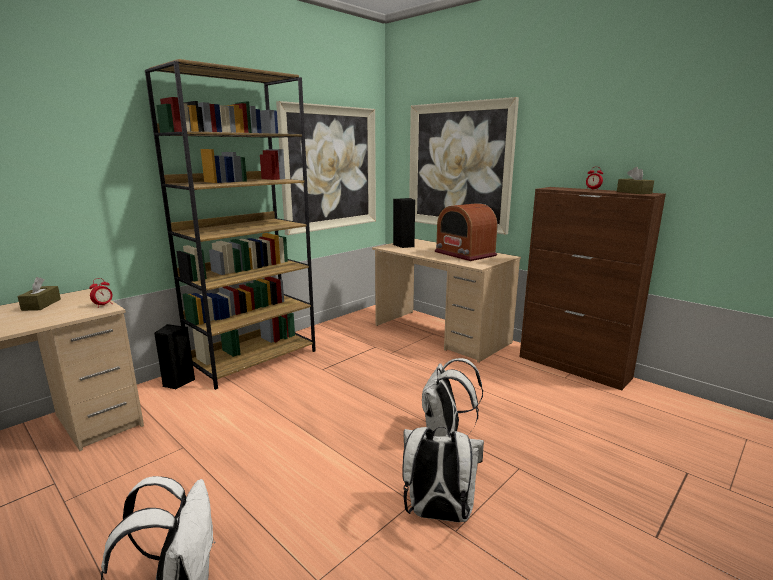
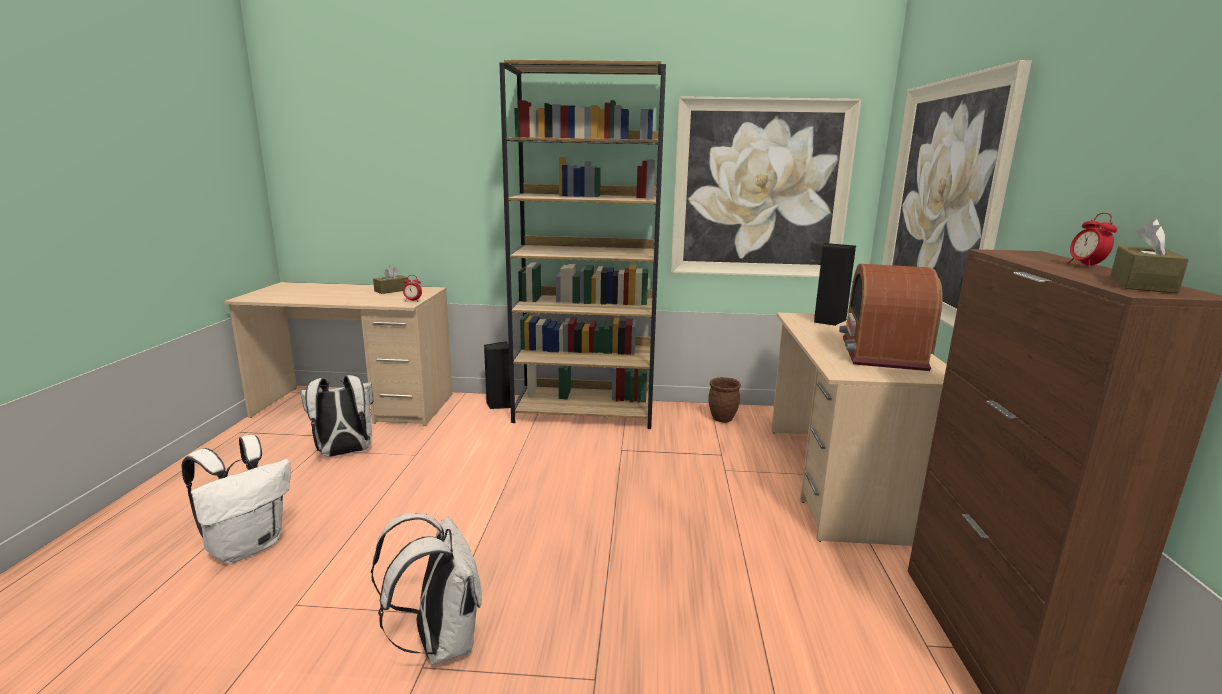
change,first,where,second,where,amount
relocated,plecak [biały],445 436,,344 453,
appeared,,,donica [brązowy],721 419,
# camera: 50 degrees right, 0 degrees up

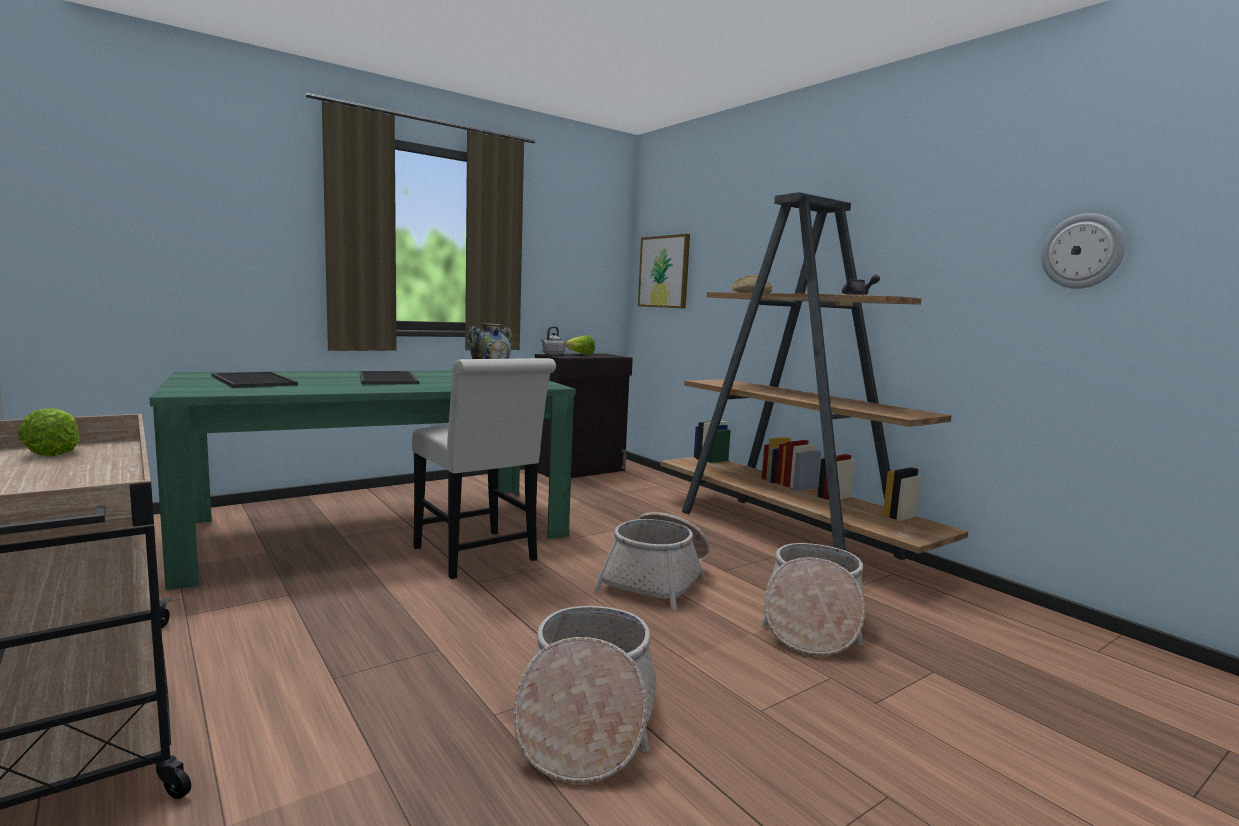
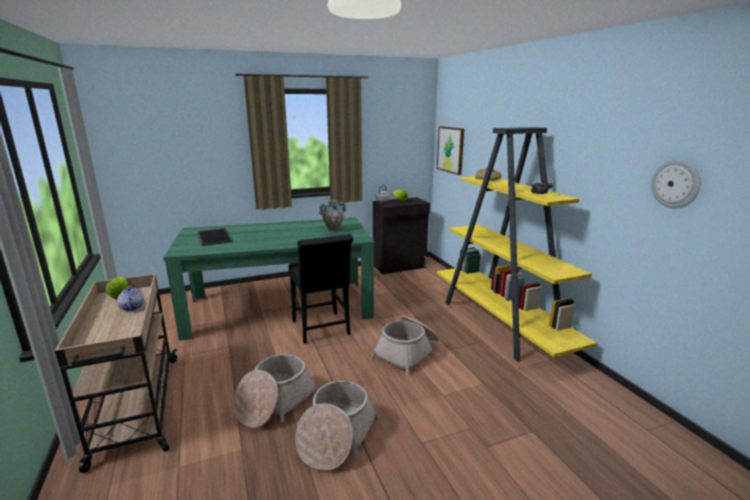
change,first,where,second,where,amount
colour,regał [brązowy],788 535,regał [żółty],501 325,
colour,krzesło [biały],479 557,krzesło [czarny],322 330,
missing,taca,389 379,,,
relocated,koszyk,811 623,,275 403,
appeared,,,imbryk,131 308,
# camera: 15 degrees right, 10 degrees up

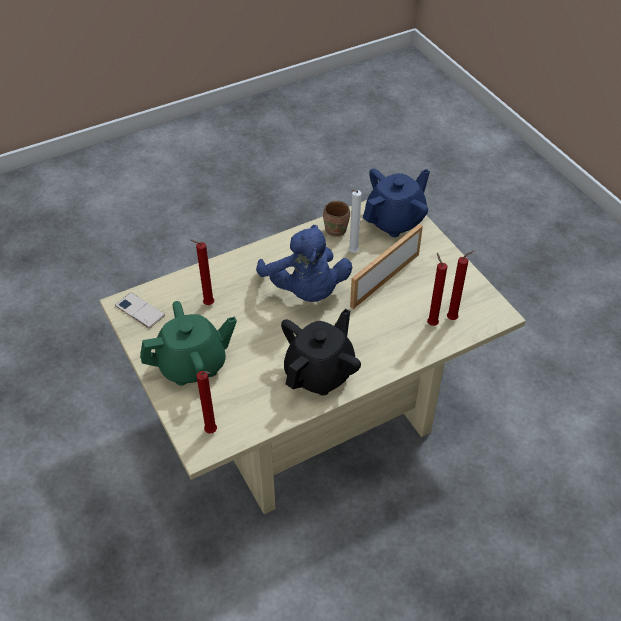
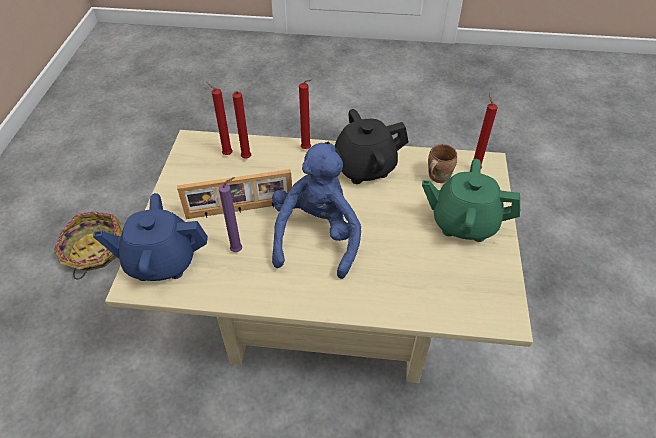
change,first,where,second,where,amount
colour,świeca [biały],352 253,świeca [fioletowy],238 250,
relocated,kubek [brązowy],337 229,,437 176,
relocated,świeca [czerwony],207 304,,307 149,
missing,telefon,140 310,,,
appeared,,,koszyk,94 251,
# camera: 145 degrees left, 0 degrees up

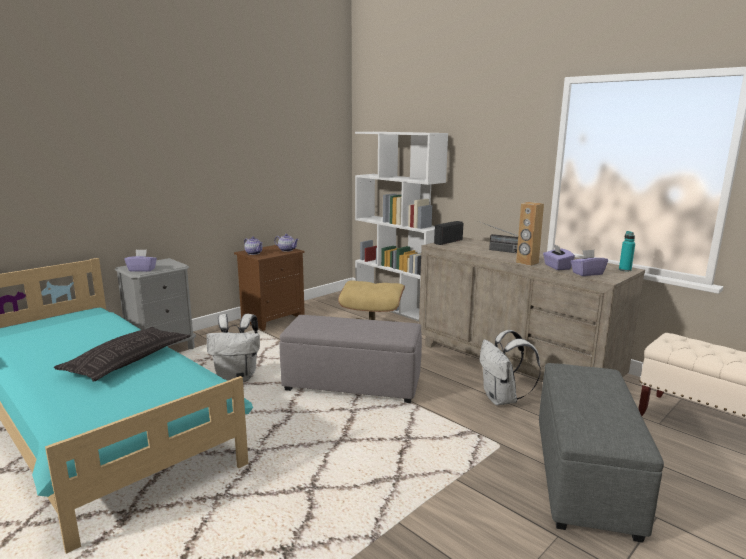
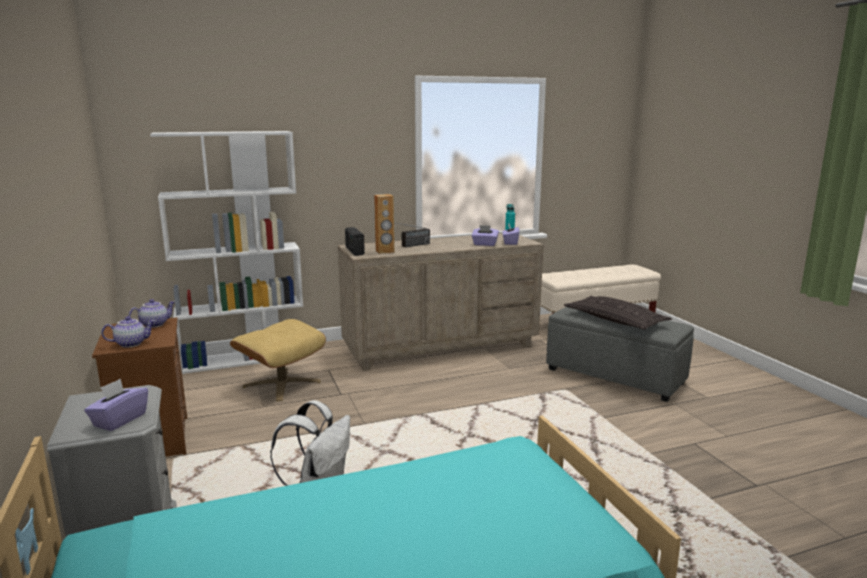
change,first,where,second,where,amount
relocated,głośnik [brązowy],527 263,,385 251,
missing,pufa [szary],351 385,,,
relocated,poduszka,128 360,,614 319,
missing,plecak [biały],502 399,,,
# camera: 65 degrees left, 0 degrees up

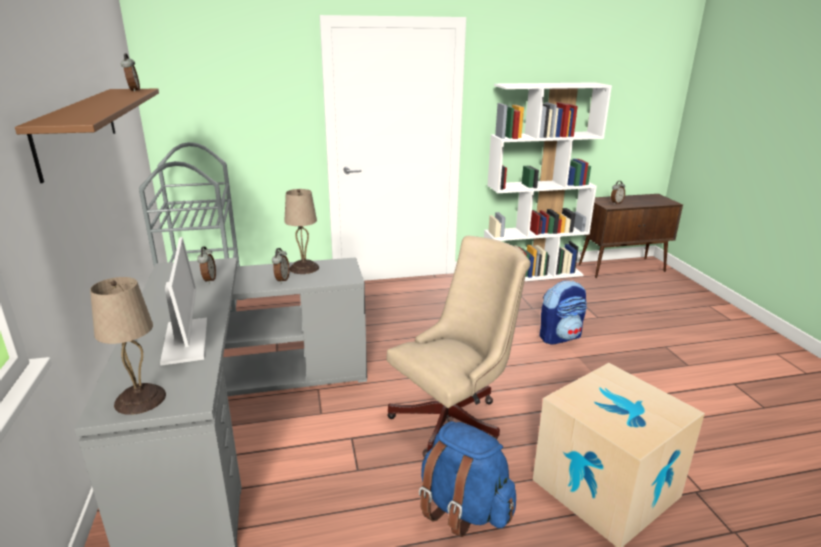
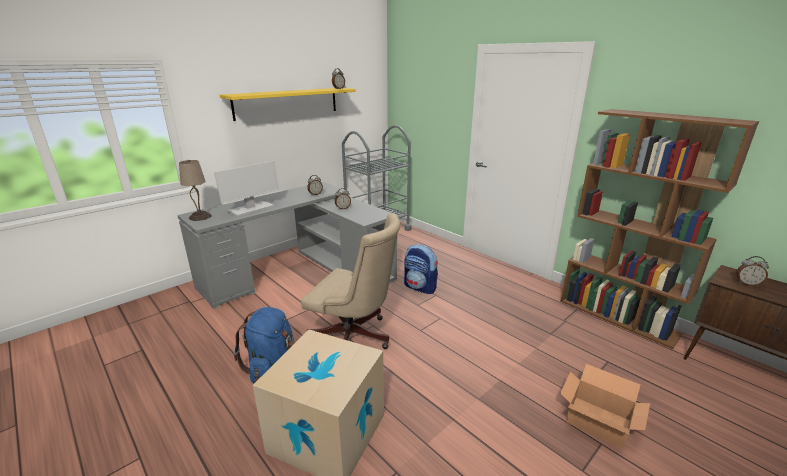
change,first,where,second,where,amount
colour,regał [biały],532 274,regał [brązowy],618 317,
colour,półka [brązowy],78 129,półka [żółty],287 103,
missing,lampa stołowa [beżowy],304 268,,,
relocated,plecak,560 337,,420 287,
appeared,,,karton,598 422,
# camera: 60 degrees right, 0 degrees up

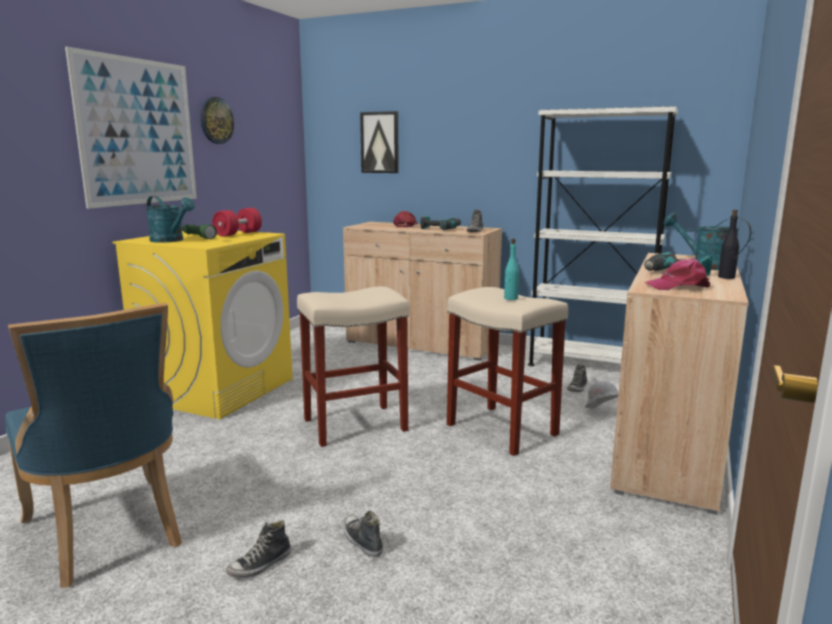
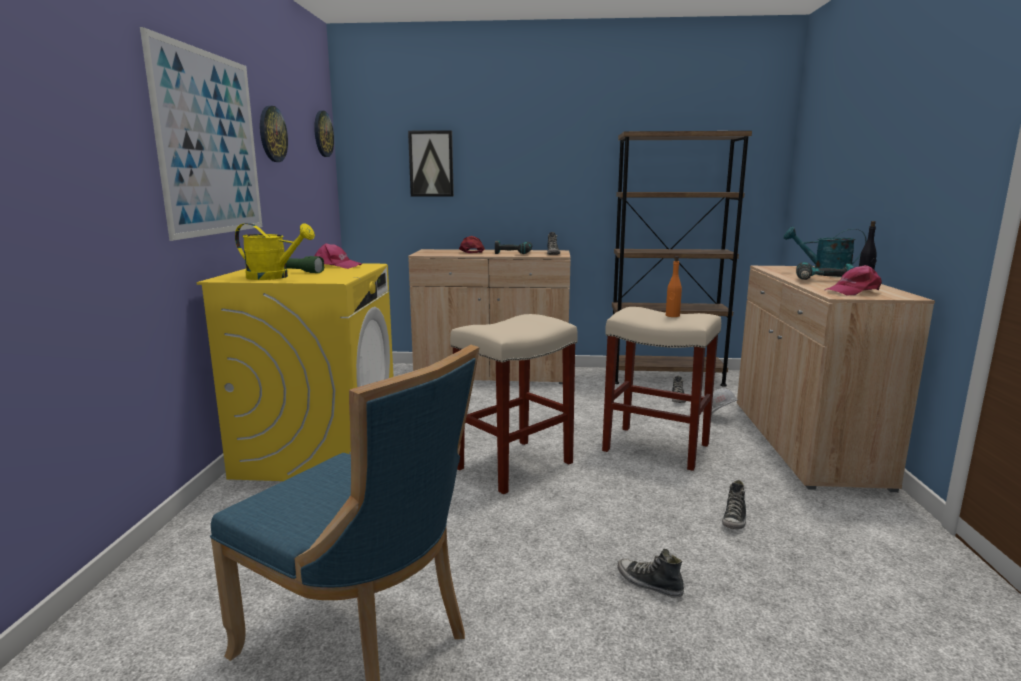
change,first,where,second,where,amount
colour,regał [biały],589 365,regał [brązowy],665 377,
colour,konewka [turkusowy],171 240,konewka [żółty],274 277,
exchanged,hantel [czerwony],238 234,czapka z daszkiem [różowy],336 266,
colour,butelka [turkusowy],510 298,butelka [pomarańczowy],672 316,
relocated,but,260 565,,734 519,
appeared,,,zegar ścienny,322 134,
# camera: 20 degrees left, 0 degrees up

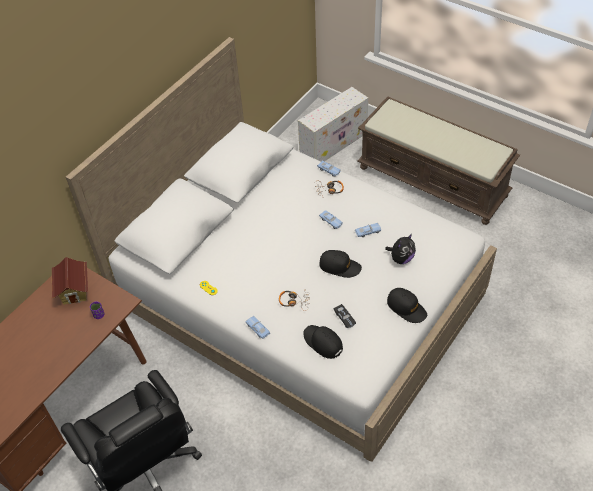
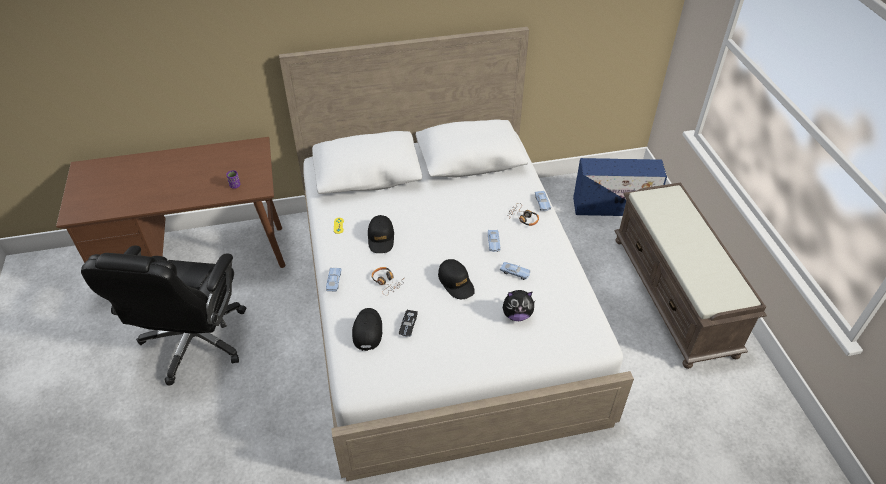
change,first,where,second,where,amount
colour,pojemnik do przechowywania [biały],334 143,pojemnik do przechowywania [niebieski],615 207,
missing,domek,75 291,,,
relocated,czapka z daszkiem [czarny],406 308,,381 238,
# camera: 40 degrees right, 5 degrees down

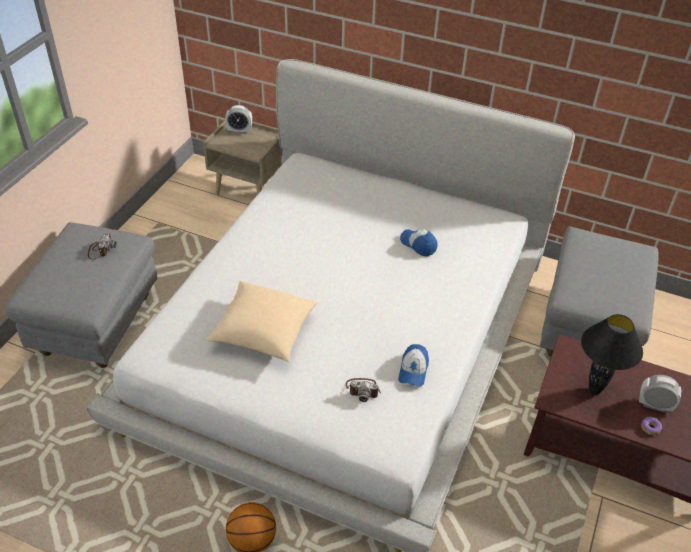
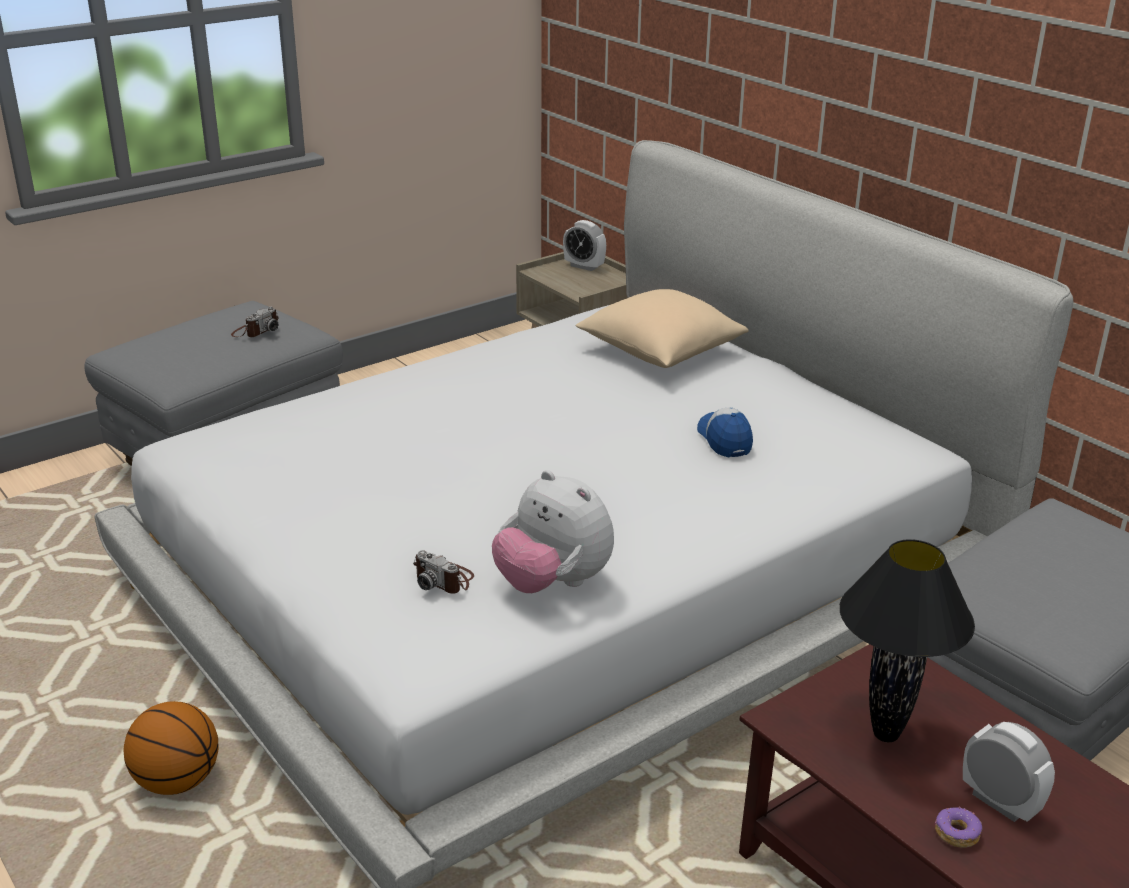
change,first,where,second,where,amount
relocated,poduszka [beżowy],263 333,,660 352,
exchanged,czapka z daszkiem,413 370,pluszak,553 583,
# camera: 30 degrees right, 15 degrees down

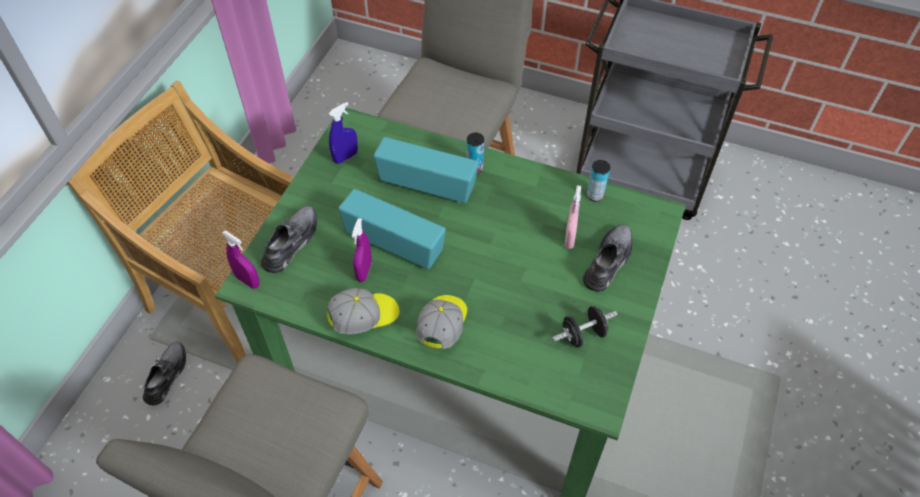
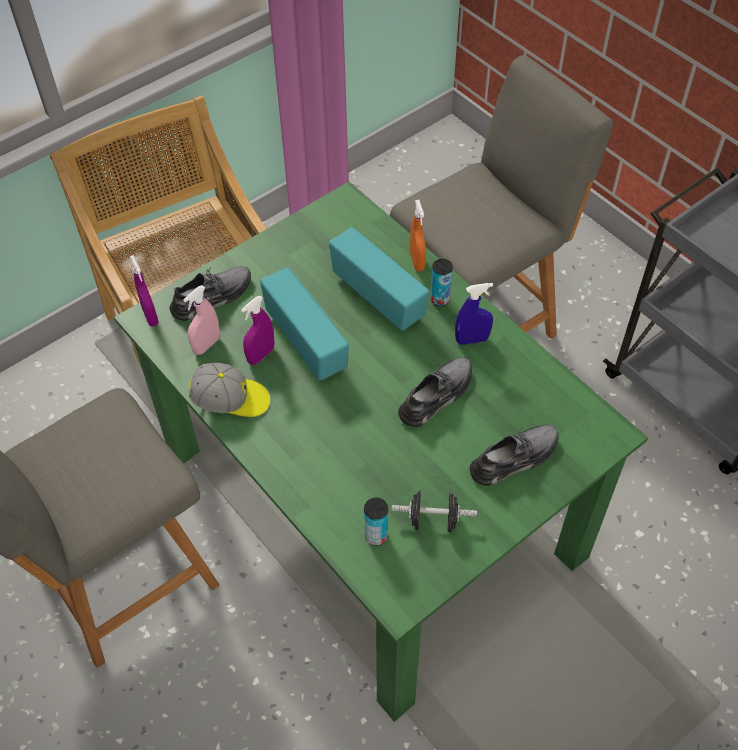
change,first,where,second,where,amount
relocated,spryskiwacz [niebieski],345 157,,472 340,
relocated,puszka,595 195,,376 536,
relocated,spryskiwacz [różowy],569 239,,206 345,
missing,czapka z daszkiem,443 325,,,
relocated,but [szary],167 375,,437 395,
appeared,,,spryskiwacz [pomarańczowy],417 261,
# camera: 30 degrees right, 0 degrees up

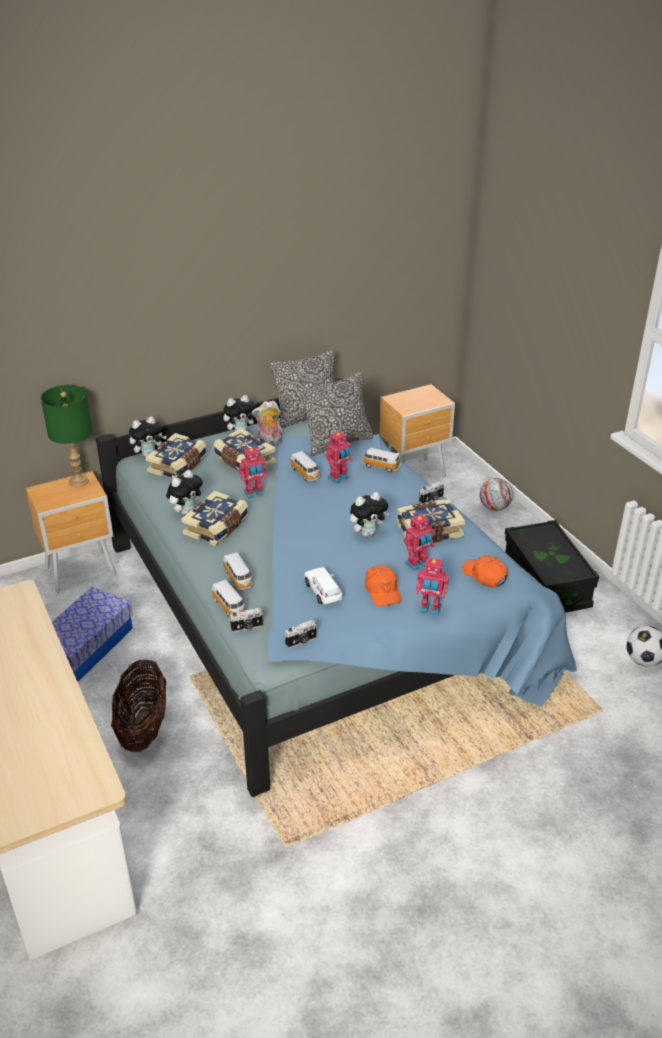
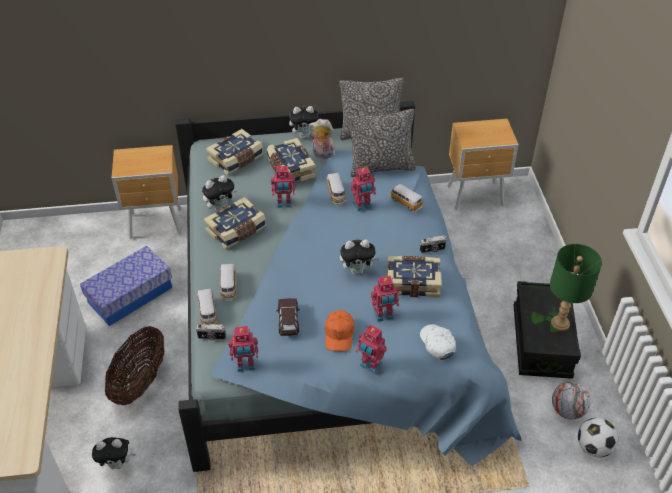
change,first,where,second,where,amount
relocated,lampa stołowa [zielony],78 481,,560 323,
relocated,pluszak,148 454,,117 464,
relocated,piłka futbolowa,494 507,,567 410,
colour,czapka z daszkiem [pomarańczowy],484 575,czapka z daszkiem [biały],437 344,
colour,samochodzik [biały],323 592,samochodzik [brązowy],288 321,
exchanged,aparat fotograficzny,301 641,robot zabawkowy,245 366,
# camera: 20 degrees right, 10 degrees up

